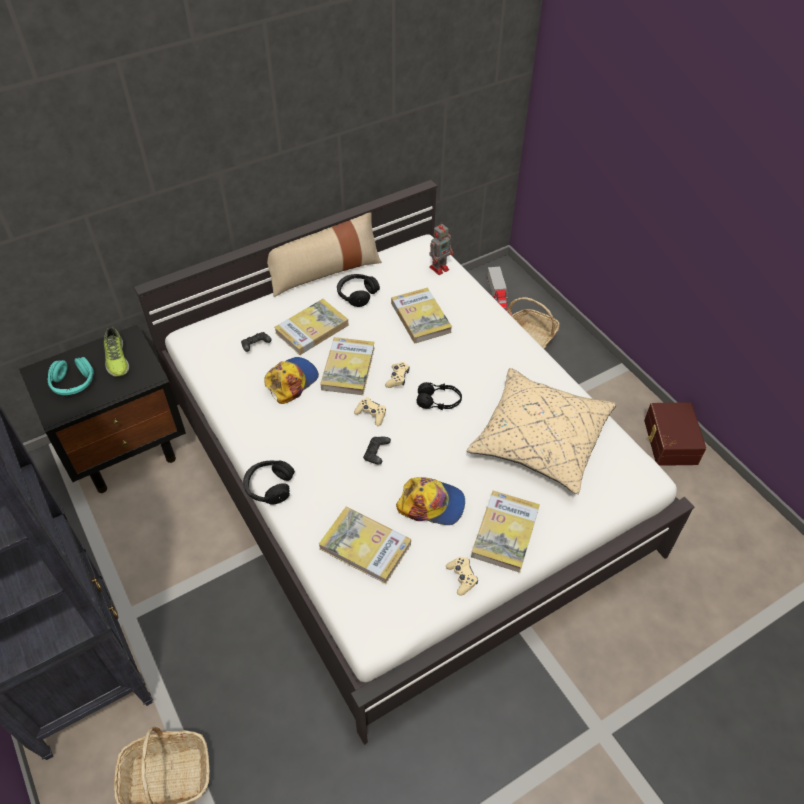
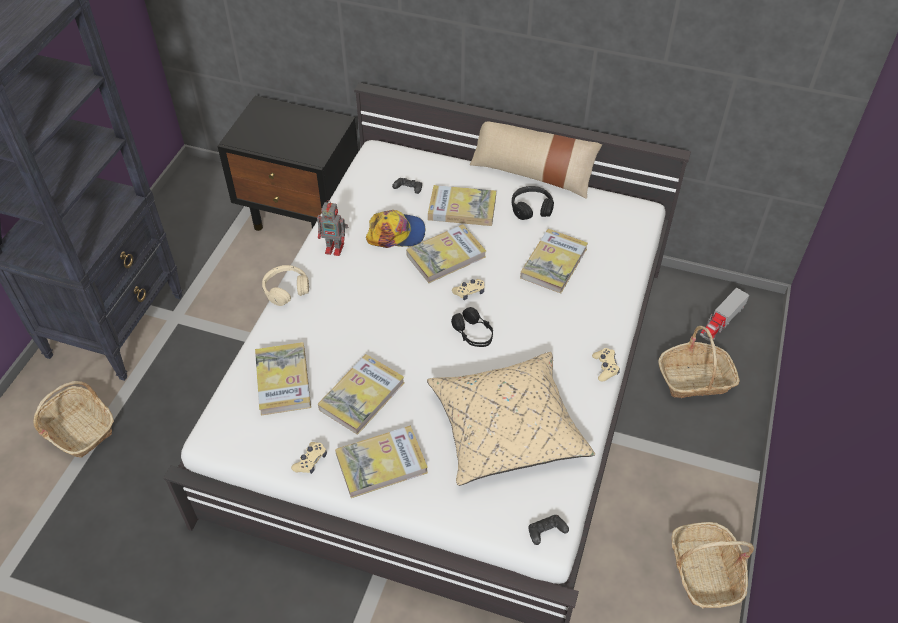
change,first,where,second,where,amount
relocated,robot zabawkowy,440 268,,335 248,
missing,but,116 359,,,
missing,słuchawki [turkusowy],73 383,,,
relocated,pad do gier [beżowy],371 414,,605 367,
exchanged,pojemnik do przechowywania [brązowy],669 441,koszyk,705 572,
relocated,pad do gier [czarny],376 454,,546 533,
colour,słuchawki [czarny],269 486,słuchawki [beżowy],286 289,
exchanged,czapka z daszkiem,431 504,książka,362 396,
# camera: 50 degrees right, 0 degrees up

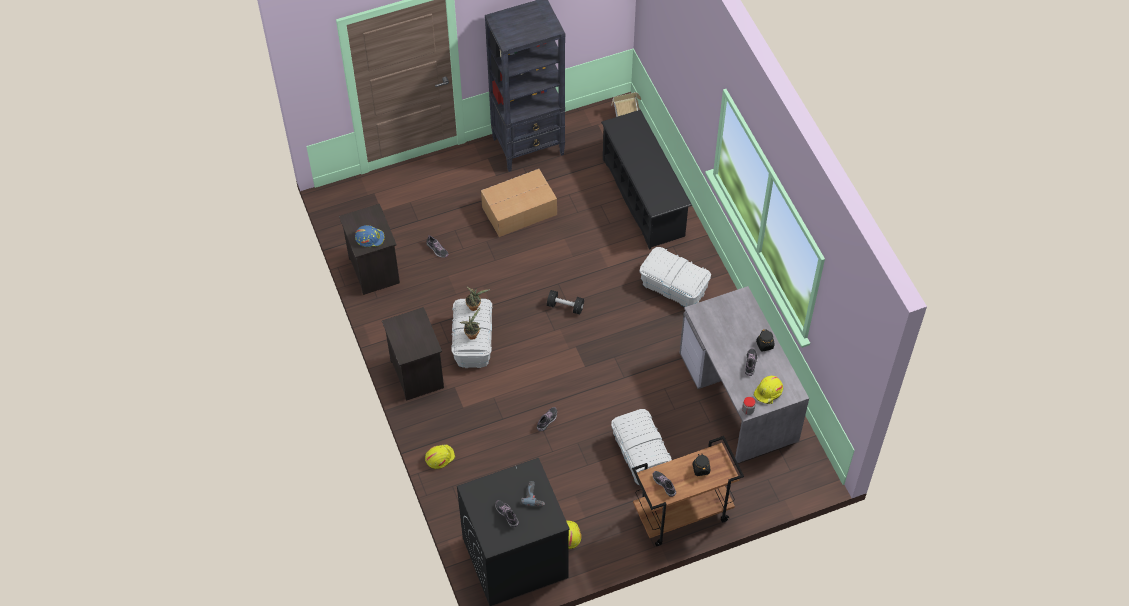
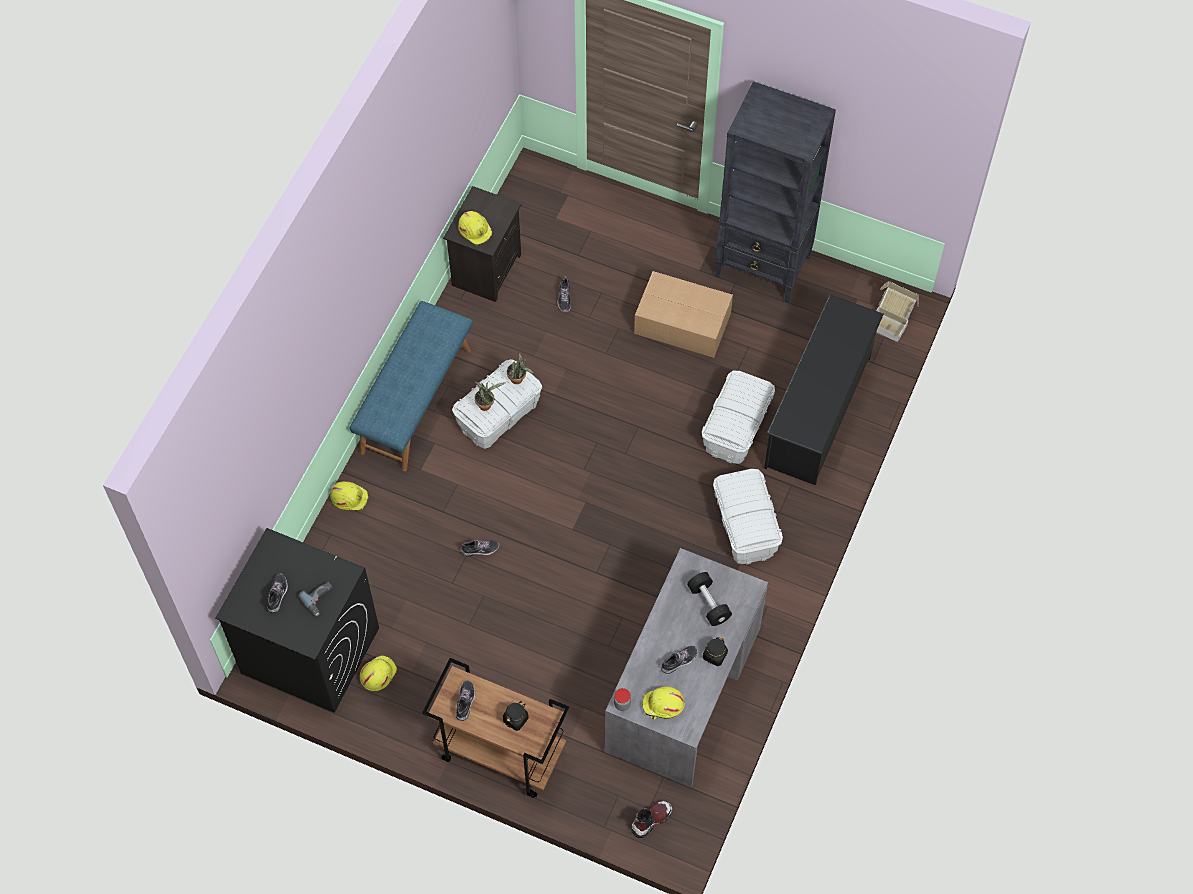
change,first,where,second,where,amount
colour,kask [niebieski],370 238,kask [żółty],475 230,
relocated,hantel [czarny],565 306,,708 603,
exchanged,szafka nocna [czarny],415 373,ławka [niebieski],415 400,
relocated,pojemnik do przechowywania [biały],640 455,,736 428,
appeared,,,but z cholewką,651 820,
# camera: 45 degrees right, 5 degrees up

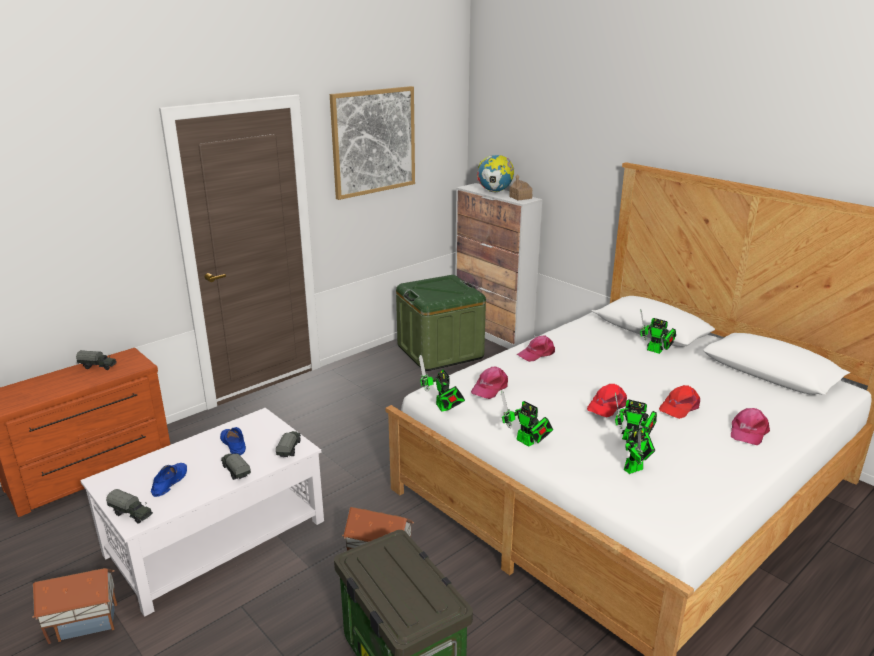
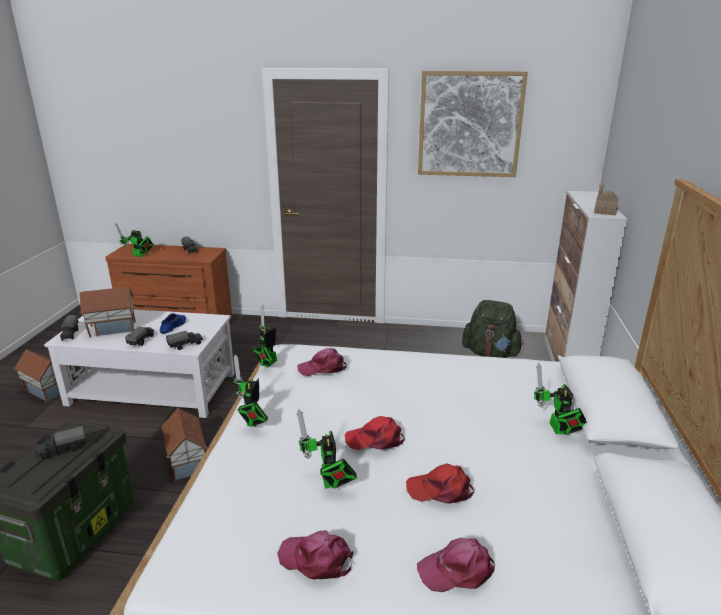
change,first,where,second,where,amount
missing,globus,494 192,,,
exchanged,pojemnik do przechowywania [zielony],440 351,plecak [zielony],490 353,
relocated,czapka z daszkiem [różowy],537 354,,316 559,
relocated,robot zabawkowy,636 468,,139 255,
exchanged,but [niebieski],169 482,domek,112 328,
appeared,,,ciężarówka zabawkowa,62 450,
# camera: 50 degrees right, 0 degrees up

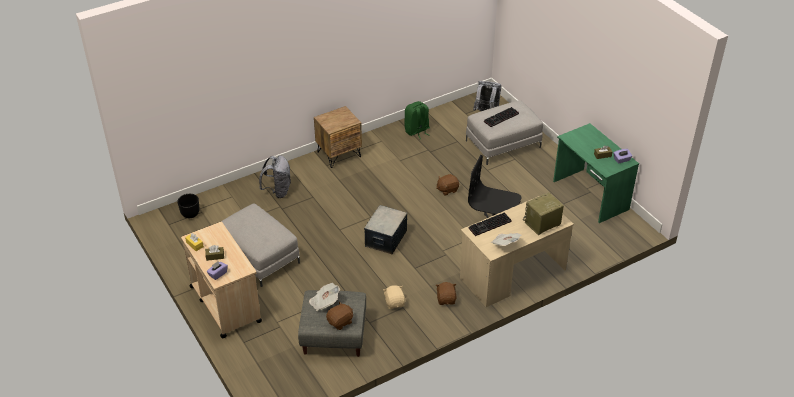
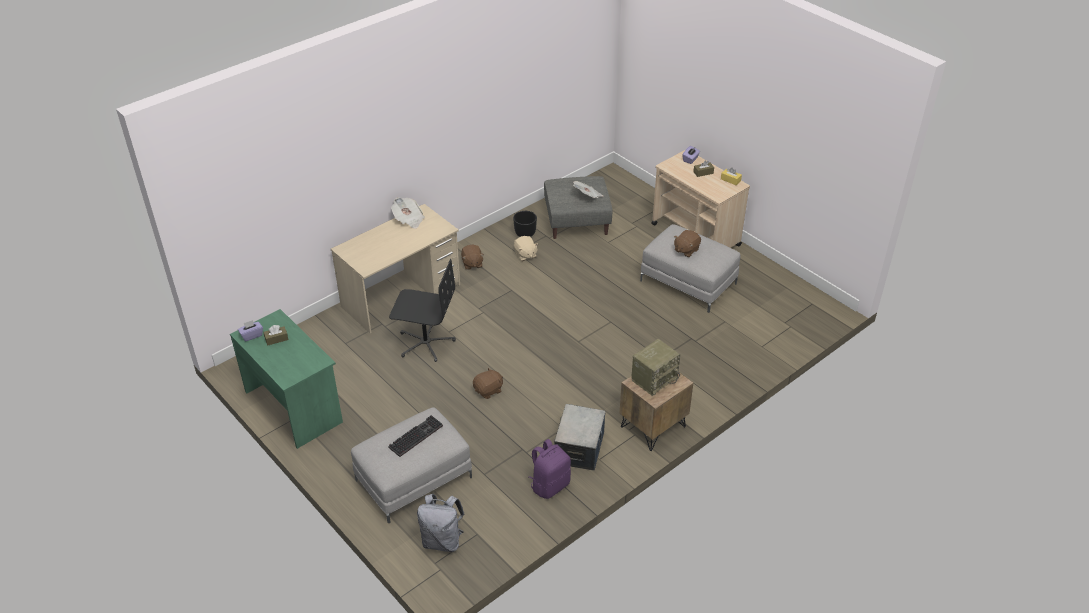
change,first,where,second,where,amount
colour,plecak [zielony],417 131,plecak [fioletowy],550 485,
missing,plecak [szary],278 191,,,
relocated,radio,542 224,,654 379,
relocated,donica [czarny],190 214,,525 234,
relocated,pojemnik do przechowywania,385 239,,580 448,
missing,klawiatura,489 225,,,
relocated,pluszak [brązowy],340 322,,686 250,
# camera: 170 degrees right, 0 degrees up

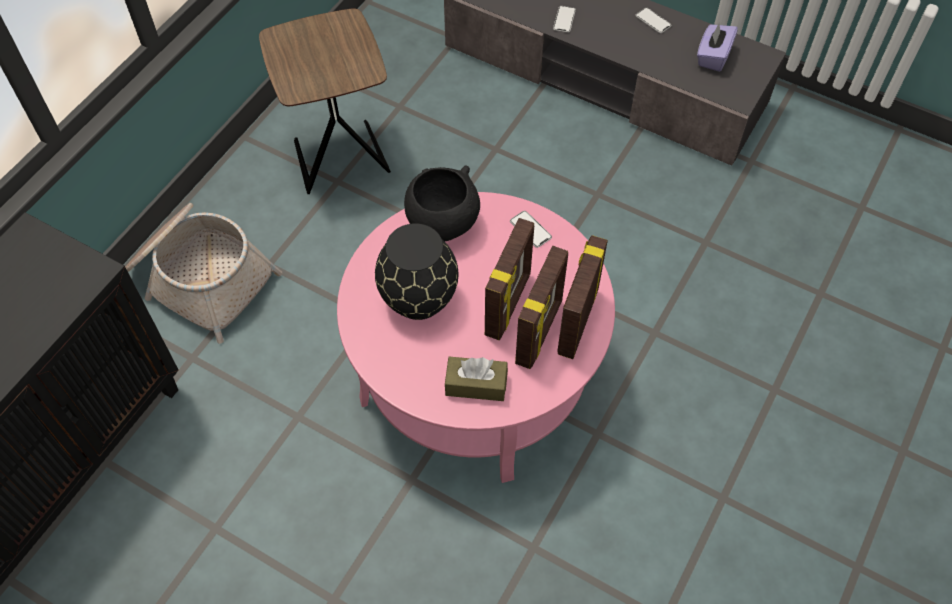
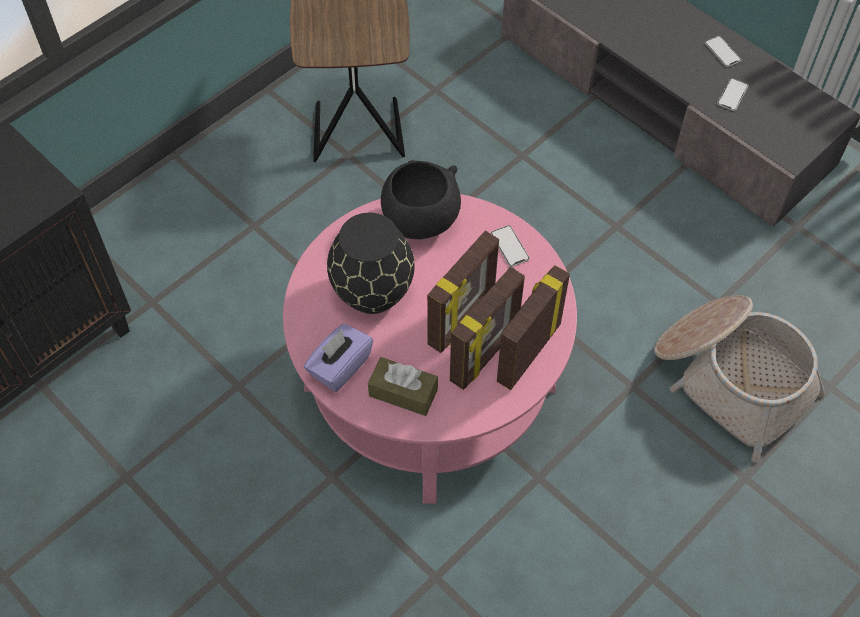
change,first,where,second,where,amount
relocated,telefon,564 20,,732 95,
relocated,pudełko chusteczek [fioletowy],713 57,,339 367,
relocated,koszyk,201 278,,731 379,
# camera: 15 degrees right, 0 degrees up

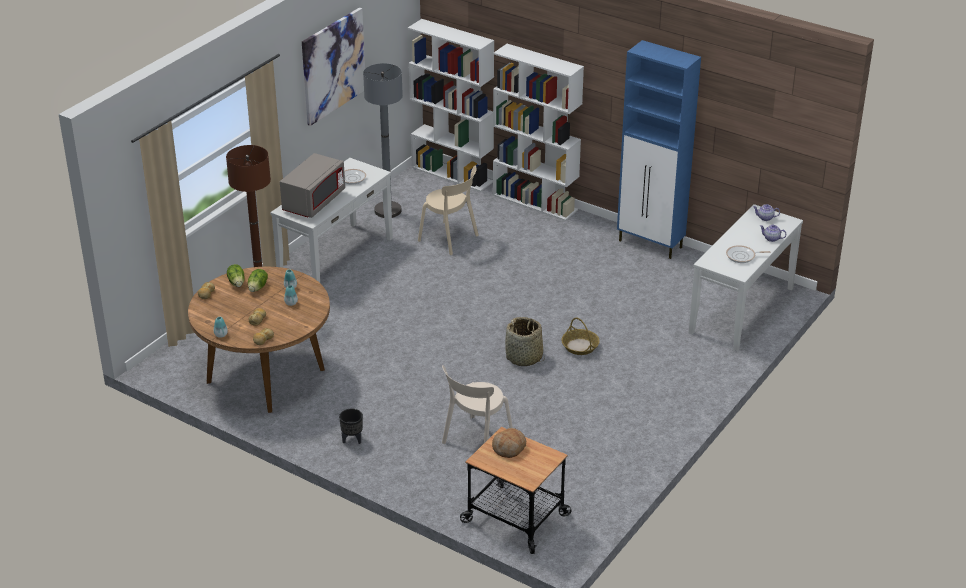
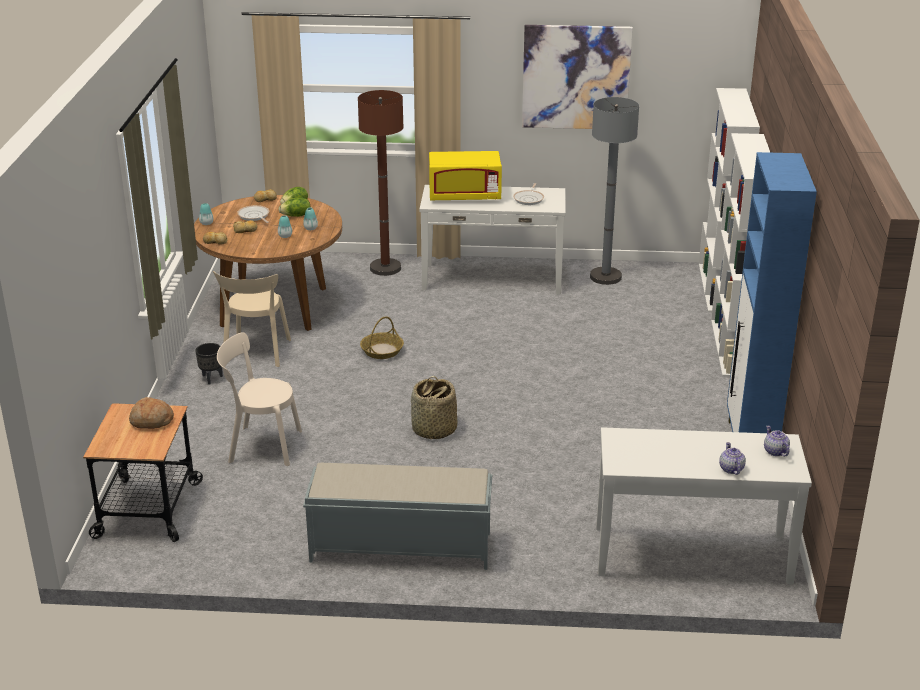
change,first,where,second,where,amount
colour,mikrofalówka [szary],314 202,mikrofalówka [żółty],465 196,
relocated,krzesło [beżowy],450 239,,256 353,
relocated,patelnia,742 256,,254 216,
relocated,koszyk,580 346,,382 351,
appeared,,,ławka [szary],399 547,
# camera: 60 degrees right, 5 degrees down

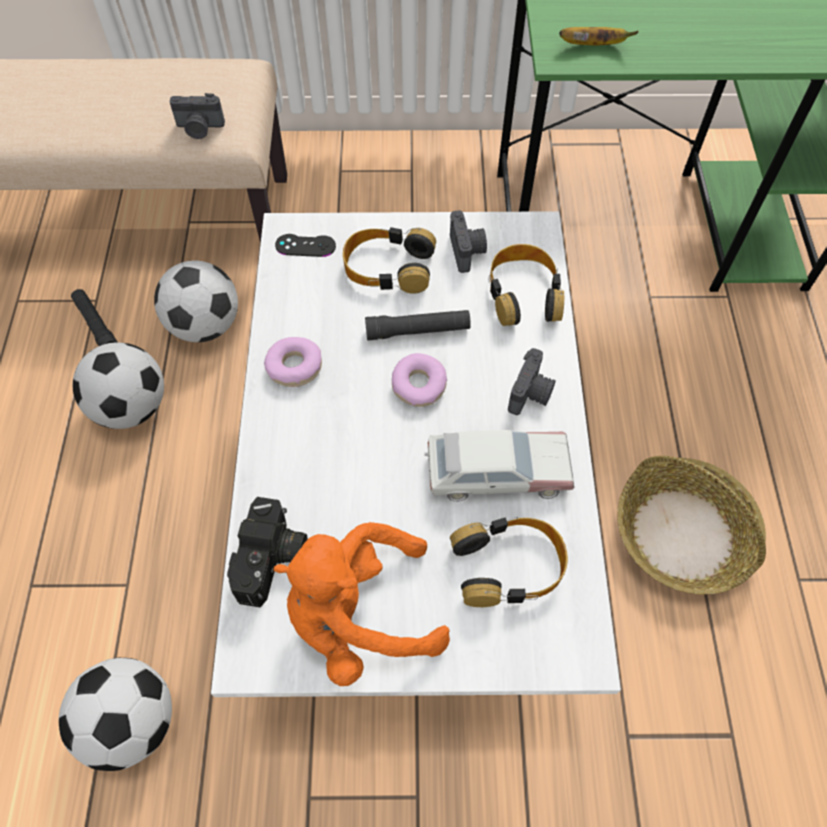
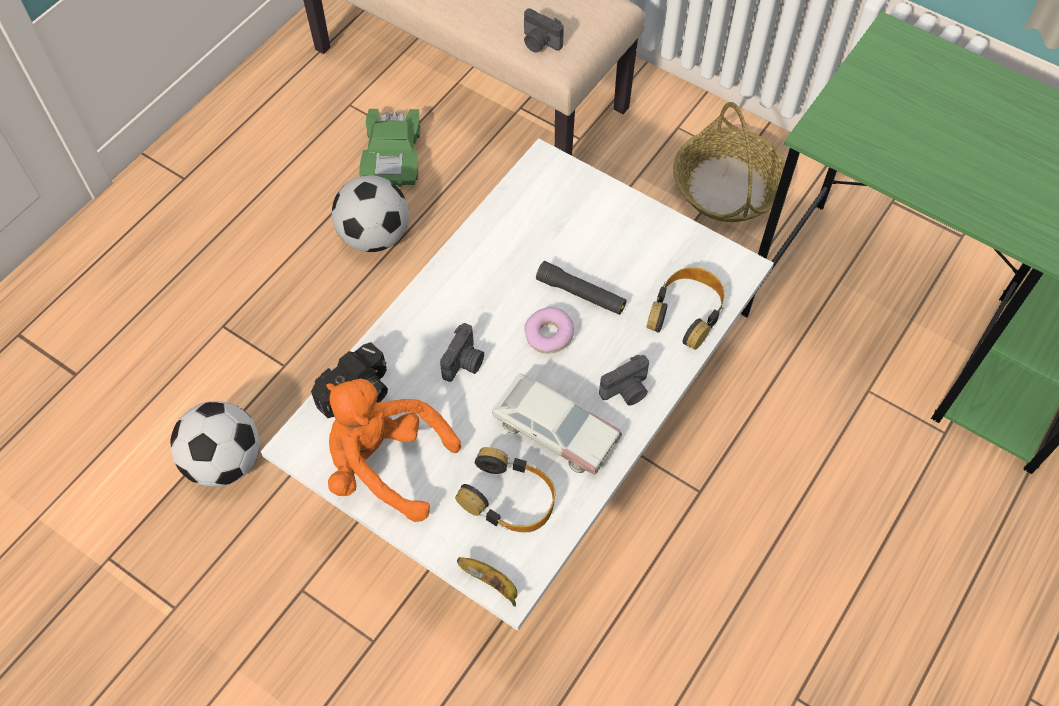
change,first,where,second,where,amount
relocated,banan,593 46,,491 582,
relocated,aparat fotograficzny,467 251,,464 363,
missing,słuchawki,388 267,,,
missing,pad do gier [czarny],305 246,,,
missing,piłka futbolowa,205 325,,,
exchanged,latarka [czarny],96 325,samochodzik [zielony],392 156,
missing,donut,294 367,,,
relocated,koszyk,683 534,,728 187,
# camera: 35 degrees right, 0 degrees up

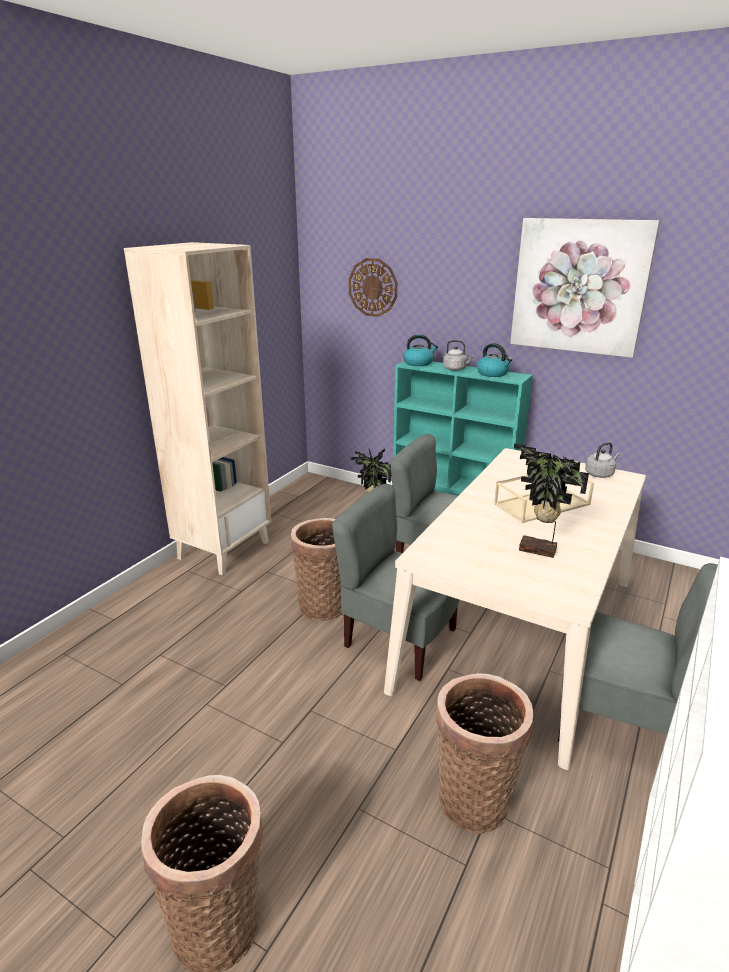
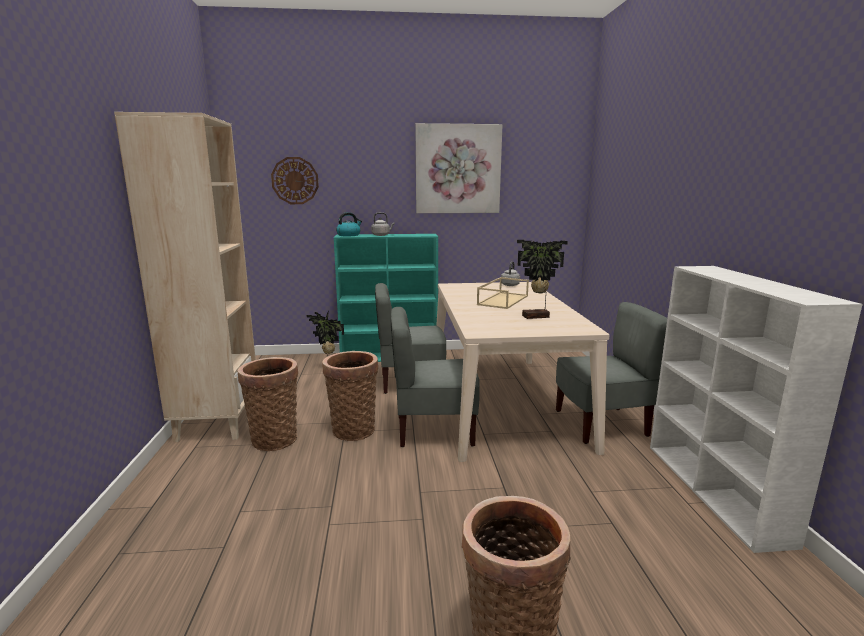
change,first,where,second,where,amount
missing,czajnik,493 374,,,
relocated,koszyk,474 796,,274 438,
# camera: 35 degrees left, 10 degrees down

